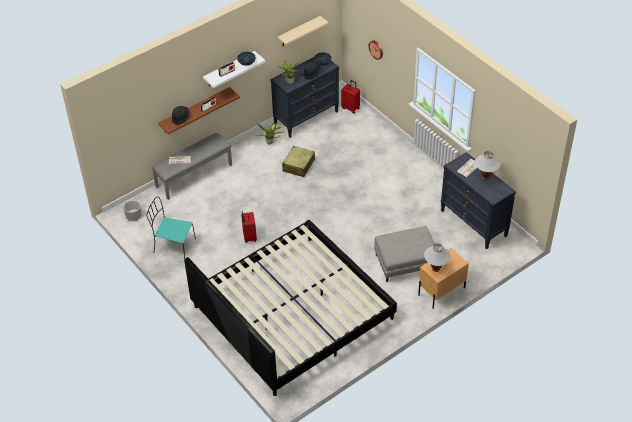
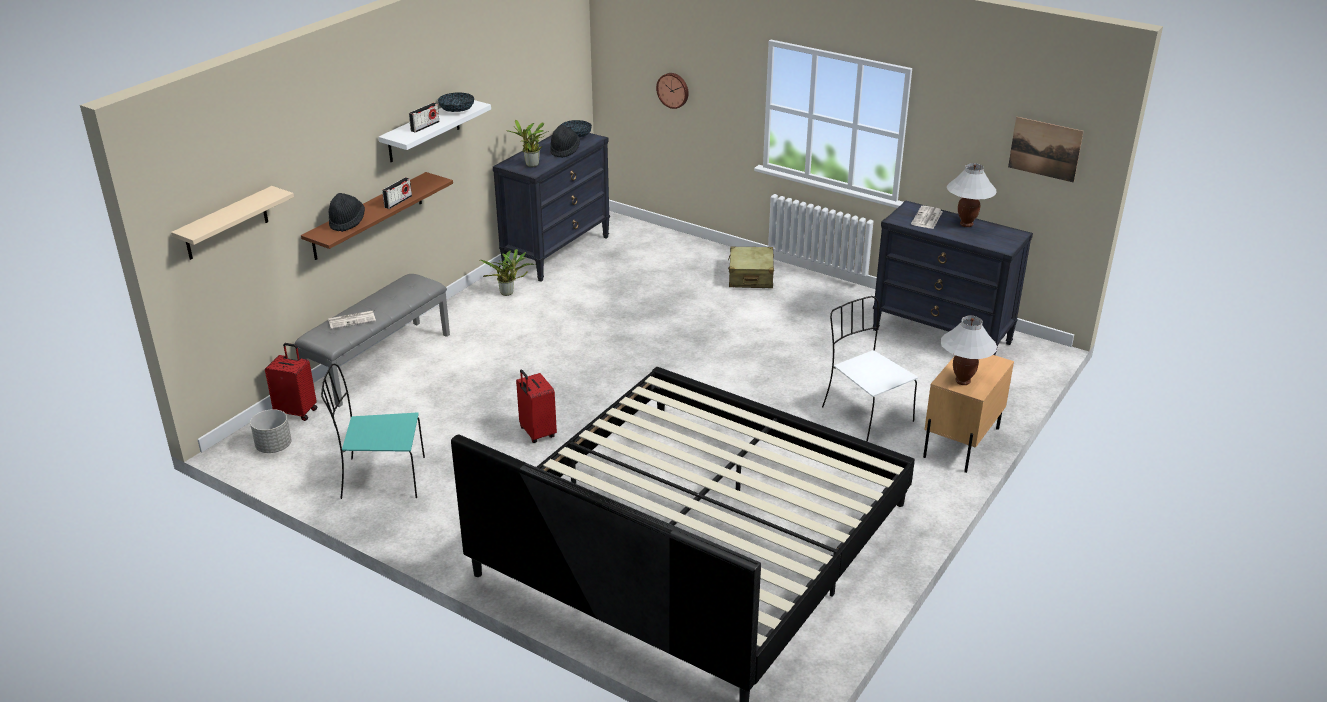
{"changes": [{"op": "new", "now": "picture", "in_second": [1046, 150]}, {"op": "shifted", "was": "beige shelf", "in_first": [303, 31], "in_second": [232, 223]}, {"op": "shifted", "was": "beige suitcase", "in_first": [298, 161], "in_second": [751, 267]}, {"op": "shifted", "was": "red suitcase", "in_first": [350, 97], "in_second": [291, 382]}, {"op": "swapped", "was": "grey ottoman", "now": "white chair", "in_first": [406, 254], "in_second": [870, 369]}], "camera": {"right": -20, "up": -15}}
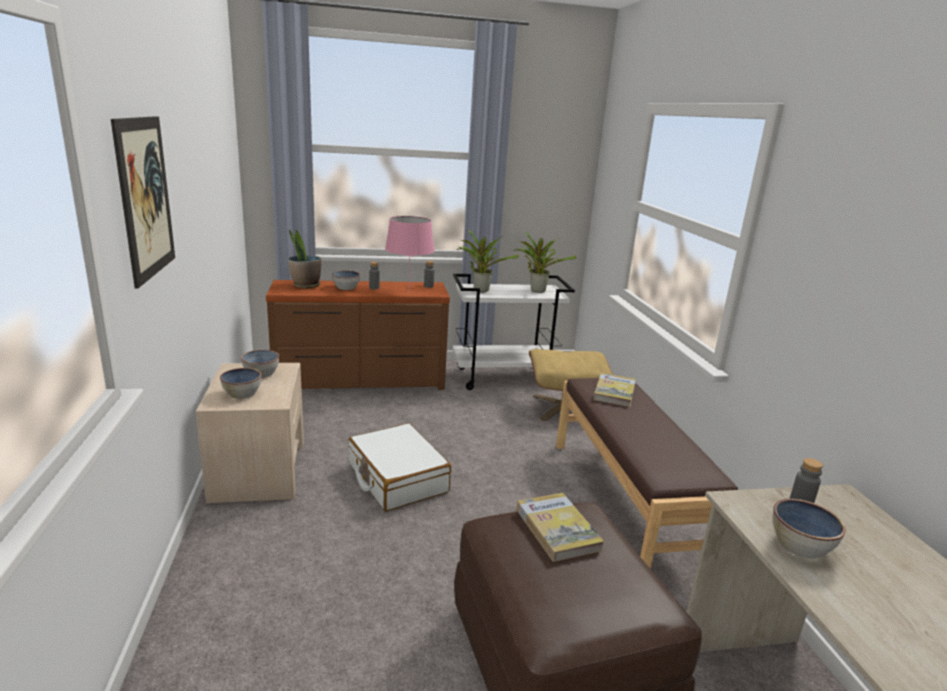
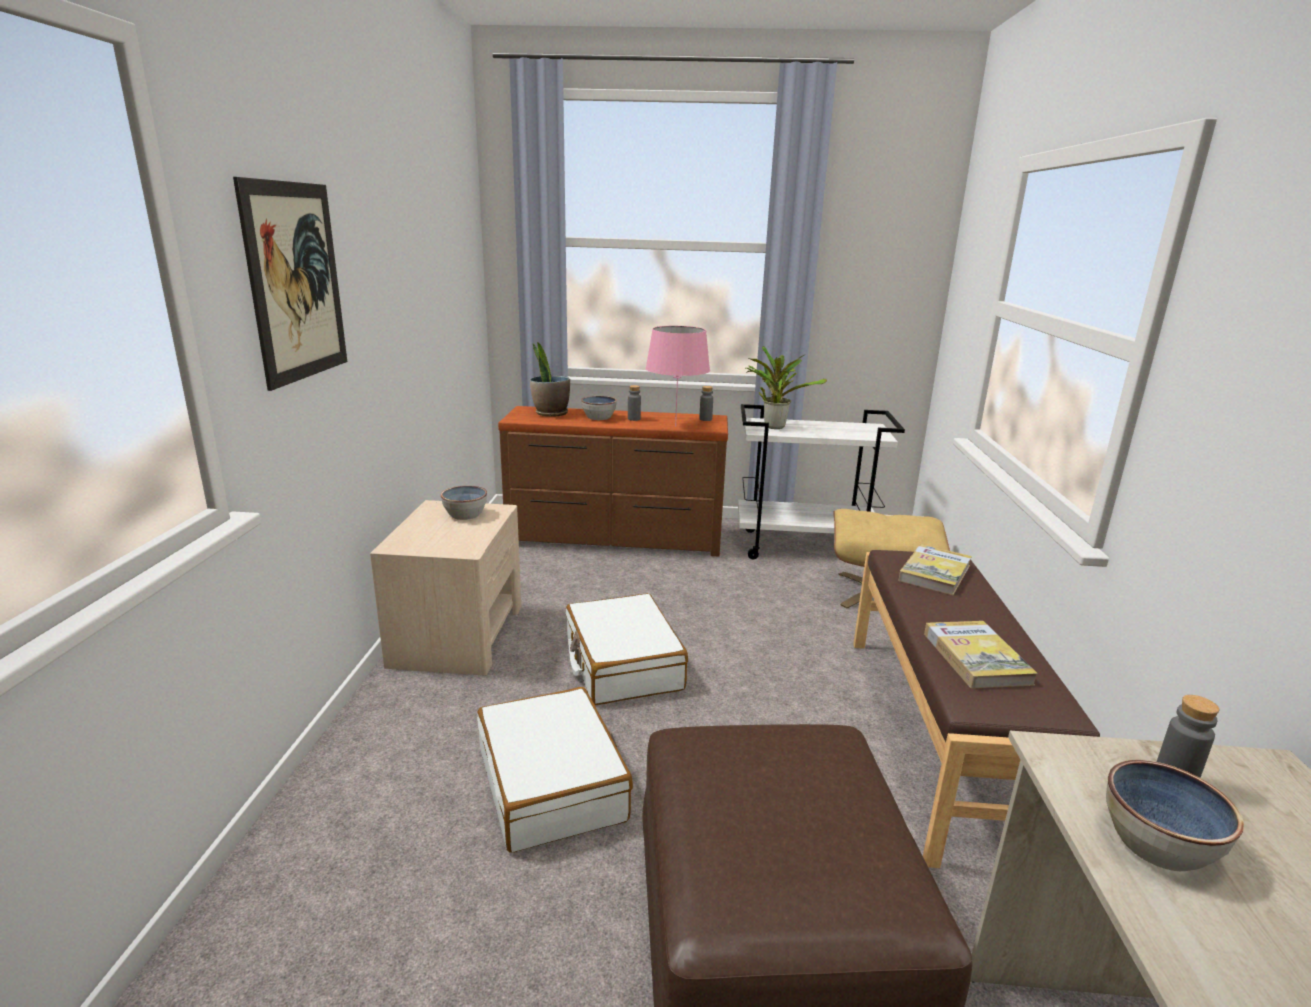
{"changes": [{"op": "gone", "was": "bowl", "in_first": [241, 383]}, {"op": "gone", "was": "potted plant", "in_first": [544, 262]}, {"op": "new", "now": "white suitcase", "in_second": [555, 770]}, {"op": "shifted", "was": "book", "in_first": [560, 527], "in_second": [981, 655]}], "camera": {"right": 15, "up": 0}}
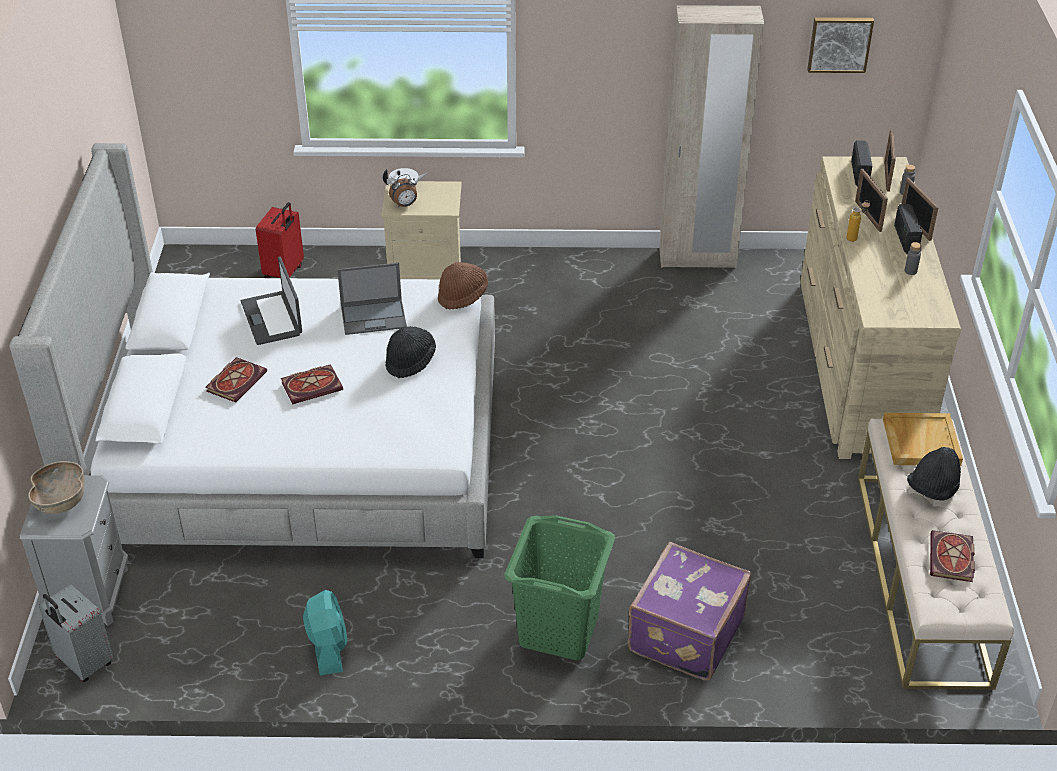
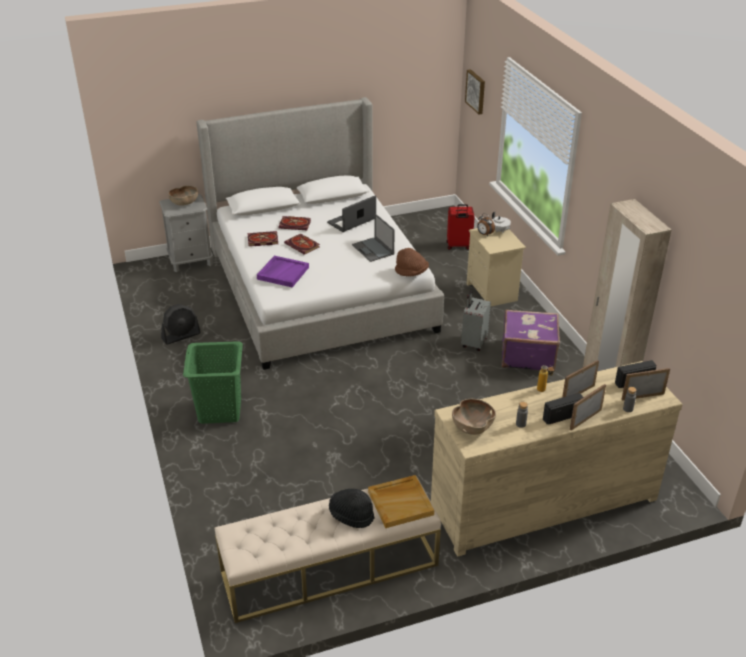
{"changes": [{"op": "gone", "was": "black hat", "in_first": [411, 352]}, {"op": "new", "now": "purple tray", "in_second": [283, 271]}, {"op": "new", "now": "brown bowl", "in_second": [474, 417]}, {"op": "shifted", "was": "grey suitcase", "in_first": [76, 633], "in_second": [476, 321]}, {"op": "shifted", "was": "purple suitcase", "in_first": [690, 611], "in_second": [531, 340]}, {"op": "shifted", "was": "picture", "in_first": [840, 45], "in_second": [475, 92]}, {"op": "shifted", "was": "book", "in_first": [952, 556], "in_second": [263, 238]}, {"op": "repainted", "was": "turquoise fan", "now": "black fan", "in_first": [325, 632], "in_second": [181, 324]}], "camera": {"right": 70, "up": -5}}
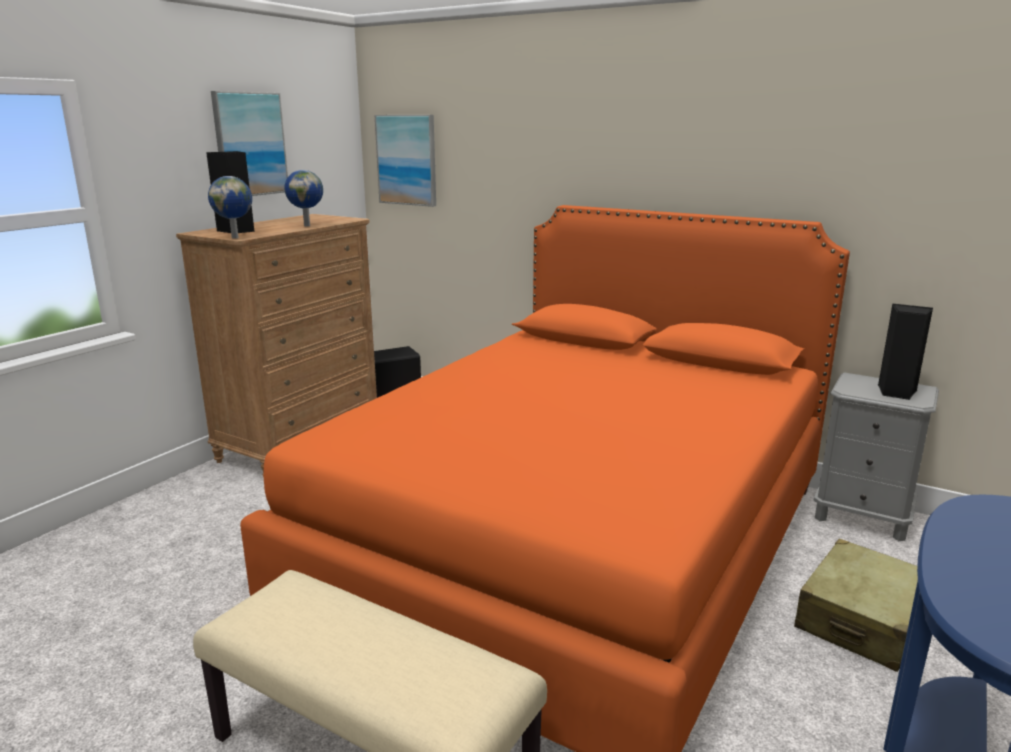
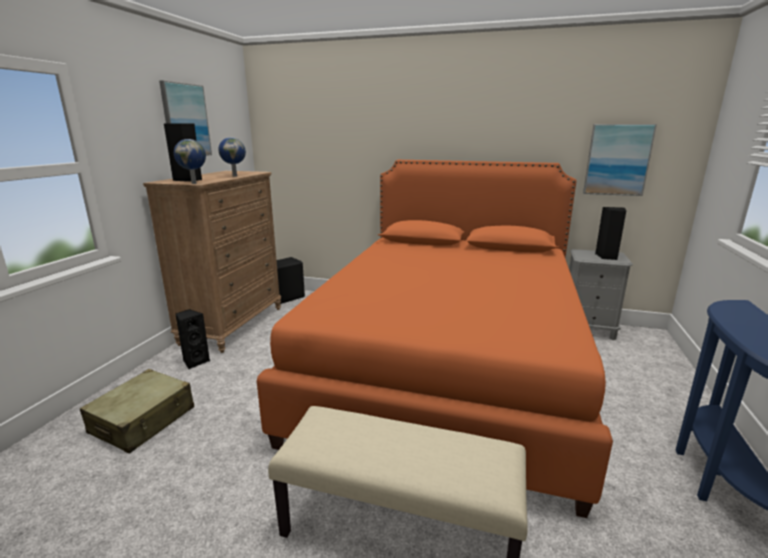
{"changes": [{"op": "new", "now": "black speaker", "in_second": [192, 339]}, {"op": "shifted", "was": "picture", "in_first": [405, 161], "in_second": [620, 160]}, {"op": "shifted", "was": "beige suitcase", "in_first": [856, 605], "in_second": [136, 411]}], "camera": {"right": -15, "up": 0}}
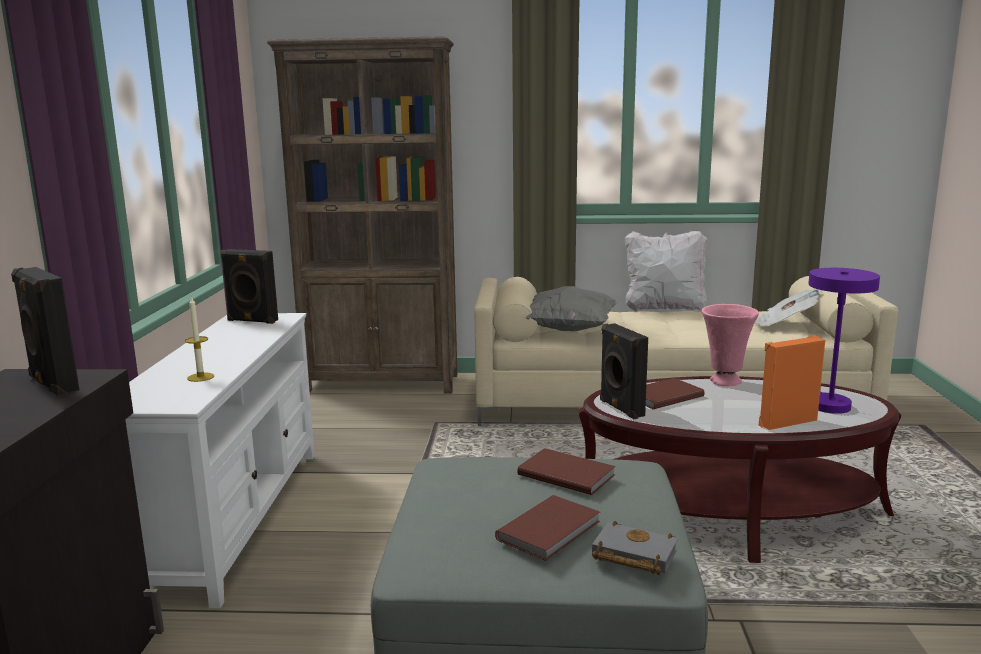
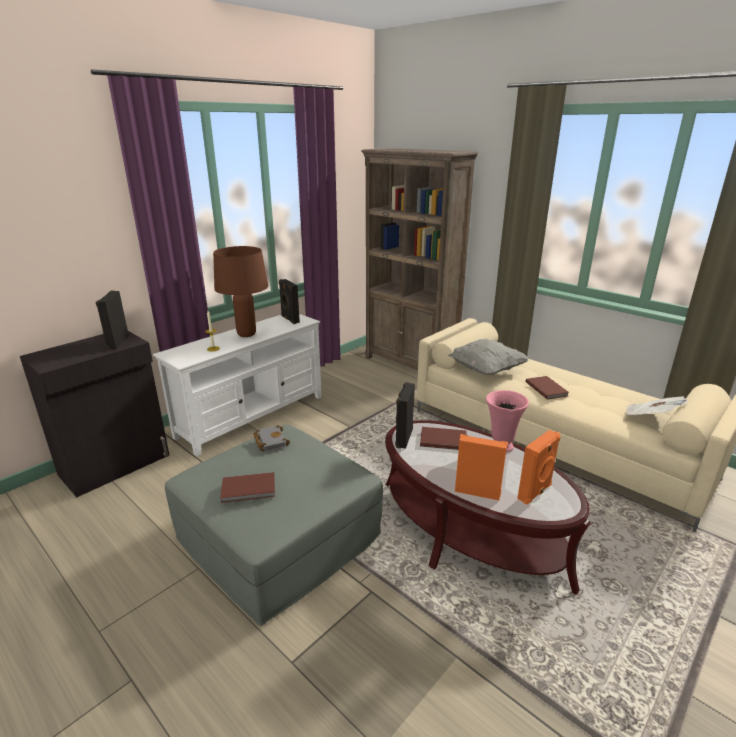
{"changes": [{"op": "gone", "was": "white pillow", "in_first": [666, 271]}, {"op": "new", "now": "brown table lamp", "in_second": [240, 291]}, {"op": "shifted", "was": "brown book", "in_first": [566, 471], "in_second": [547, 388]}, {"op": "shifted", "was": "grey book", "in_first": [635, 548], "in_second": [271, 438]}, {"op": "swapped", "was": "purple table lamp", "now": "orange speaker", "in_first": [844, 341], "in_second": [538, 467]}], "camera": {"right": 40, "up": 10}}
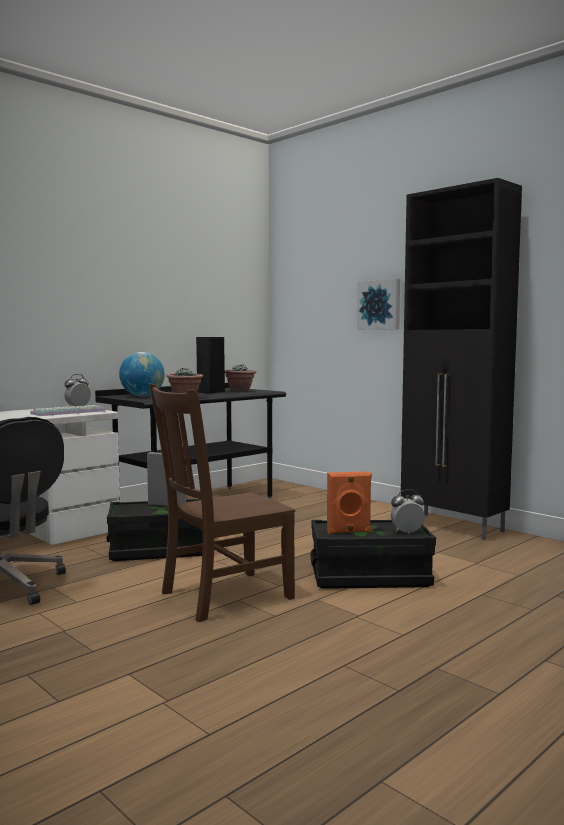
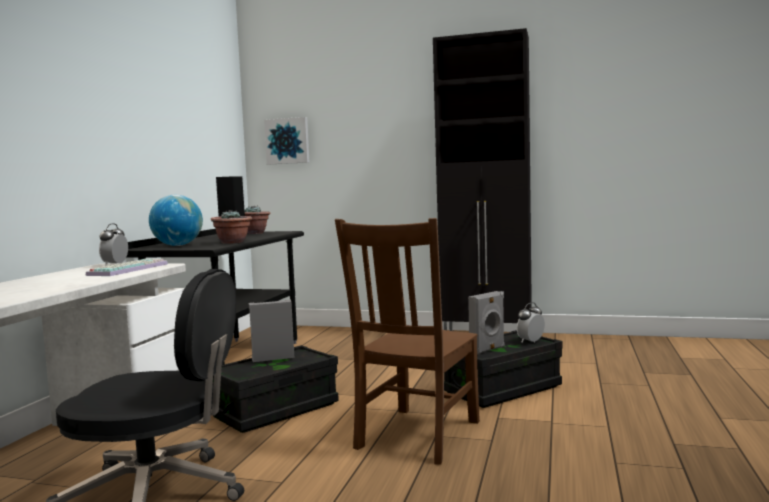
{"changes": [{"op": "shifted", "was": "picture", "in_first": [378, 304], "in_second": [286, 140]}, {"op": "repainted", "was": "orange speaker", "now": "grey speaker", "in_first": [349, 502], "in_second": [486, 323]}], "camera": {"right": -30, "up": 0}}
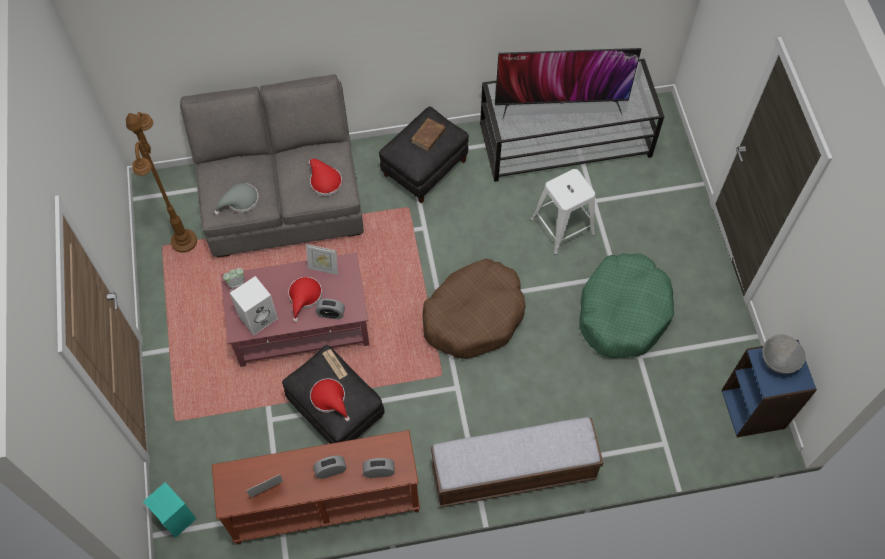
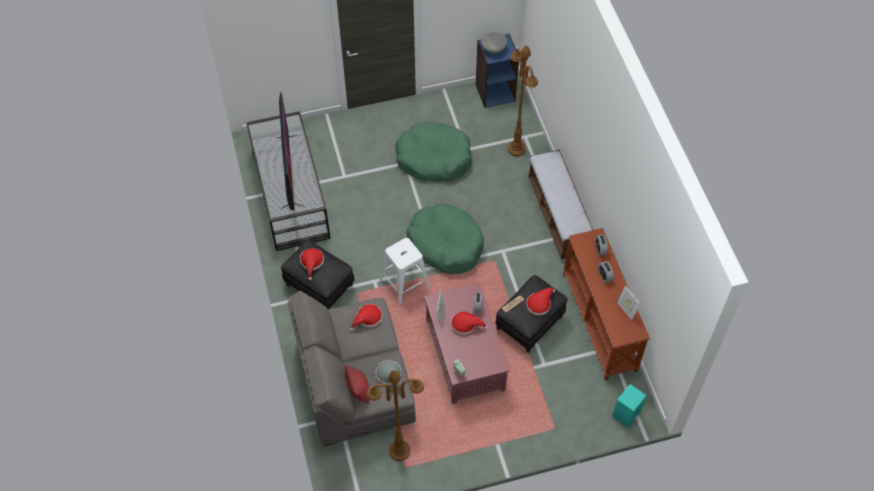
{"changes": [{"op": "gone", "was": "white speaker", "in_first": [254, 305]}, {"op": "new", "now": "red pillow", "in_second": [357, 384]}, {"op": "new", "now": "brown floor lamp", "in_second": [523, 100]}, {"op": "shifted", "was": "white stool", "in_first": [562, 212], "in_second": [405, 271]}, {"op": "swapped", "was": "brown book", "now": "red hat", "in_first": [428, 134], "in_second": [312, 264]}, {"op": "repainted", "was": "brown dog bed", "now": "green dog bed", "in_first": [474, 309], "in_second": [445, 239]}], "camera": {"right": -95, "up": -5}}
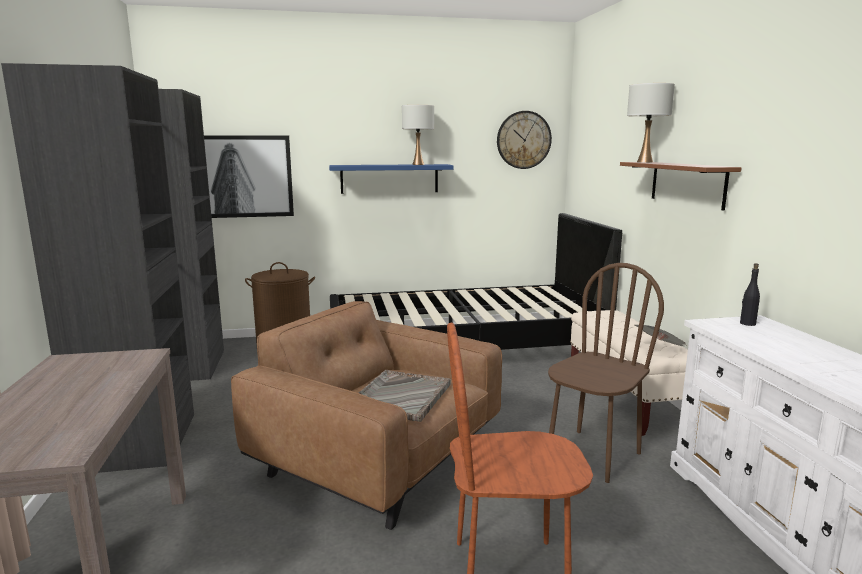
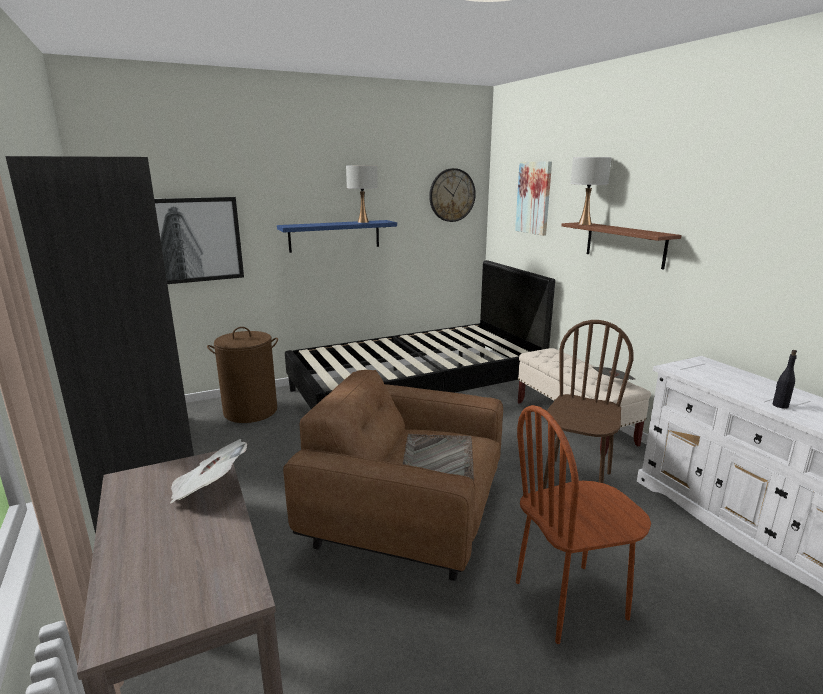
{"changes": [{"op": "new", "now": "newspaper", "in_second": [208, 471]}, {"op": "new", "now": "picture", "in_second": [533, 198]}, {"op": "shifted", "was": "black bottle", "in_first": [750, 294], "in_second": [784, 379]}], "camera": {"right": -15, "up": 5}}
